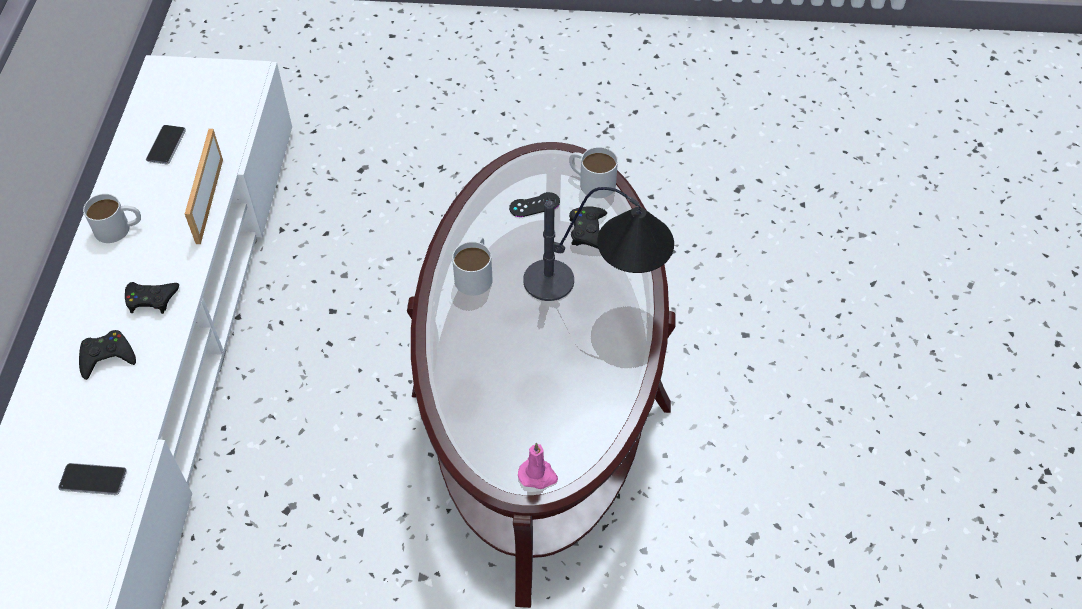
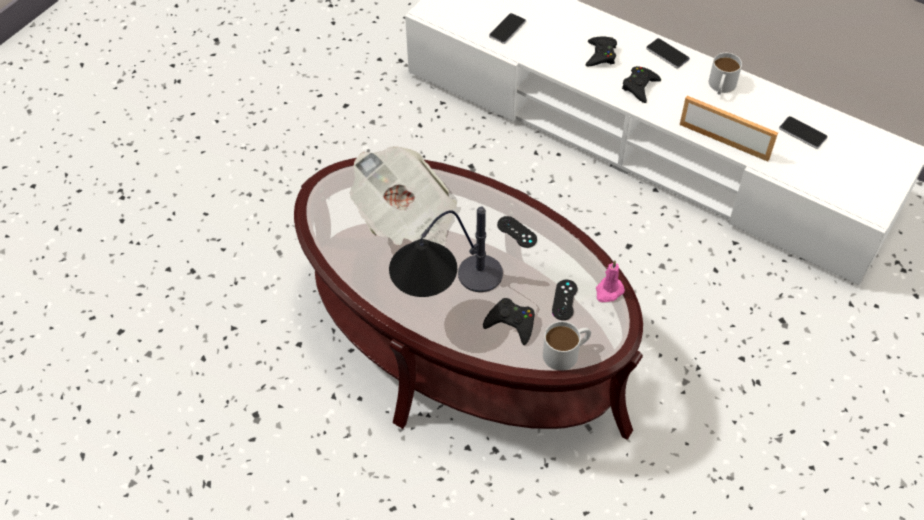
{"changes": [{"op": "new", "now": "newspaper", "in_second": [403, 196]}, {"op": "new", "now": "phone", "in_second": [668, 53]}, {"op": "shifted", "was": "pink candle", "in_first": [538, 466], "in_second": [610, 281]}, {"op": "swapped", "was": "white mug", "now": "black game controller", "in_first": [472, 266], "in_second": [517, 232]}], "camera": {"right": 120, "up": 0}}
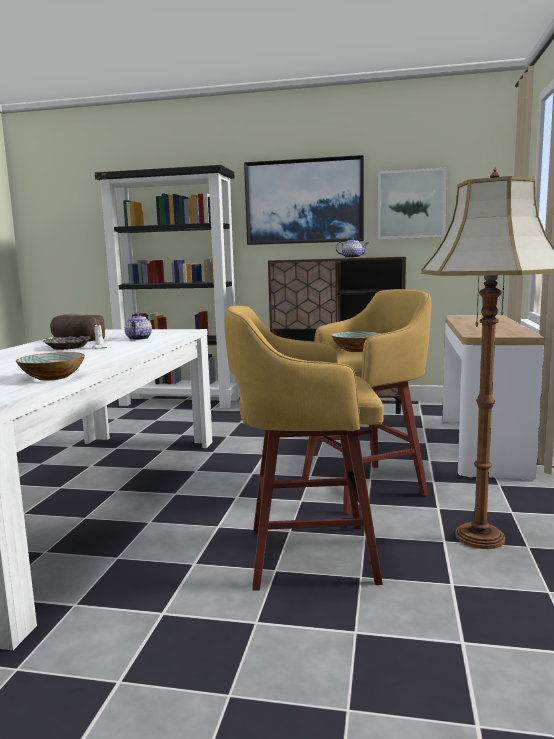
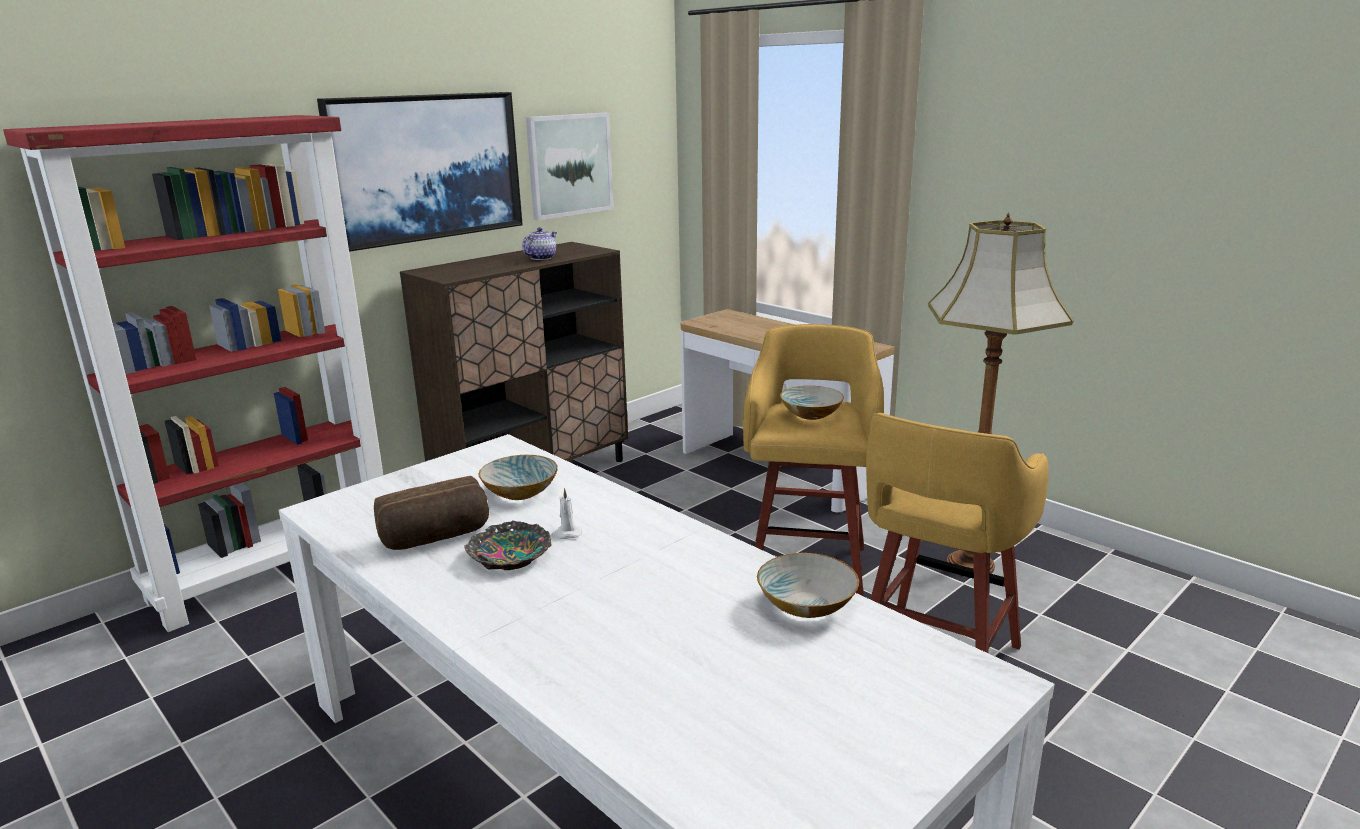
{"changes": [{"op": "swapped", "was": "teapot", "now": "bowl", "in_first": [138, 326], "in_second": [518, 477]}, {"op": "repainted", "was": "black bookcase", "now": "red bookcase", "in_first": [167, 286], "in_second": [193, 373]}], "camera": {"right": -55, "up": 10}}
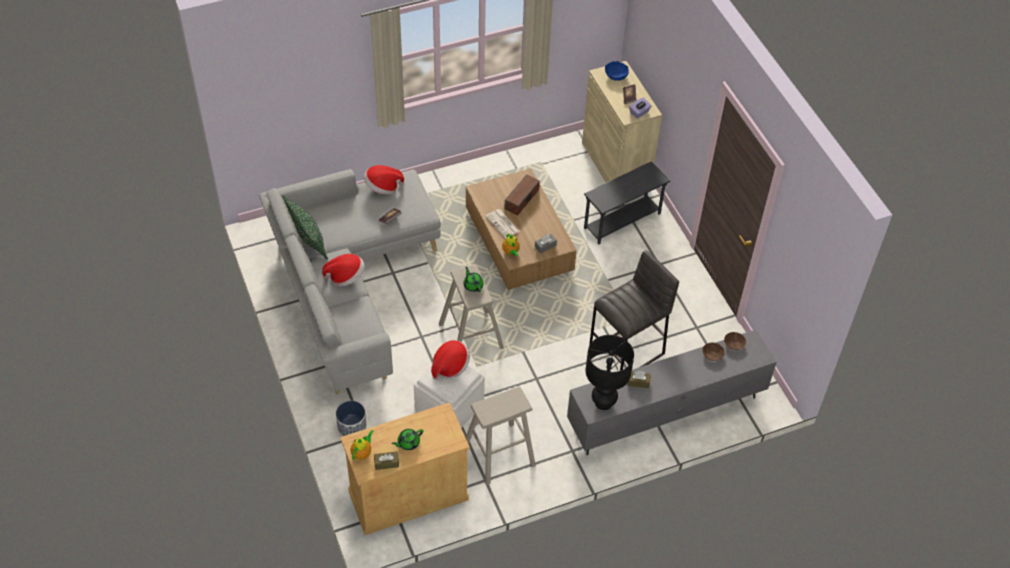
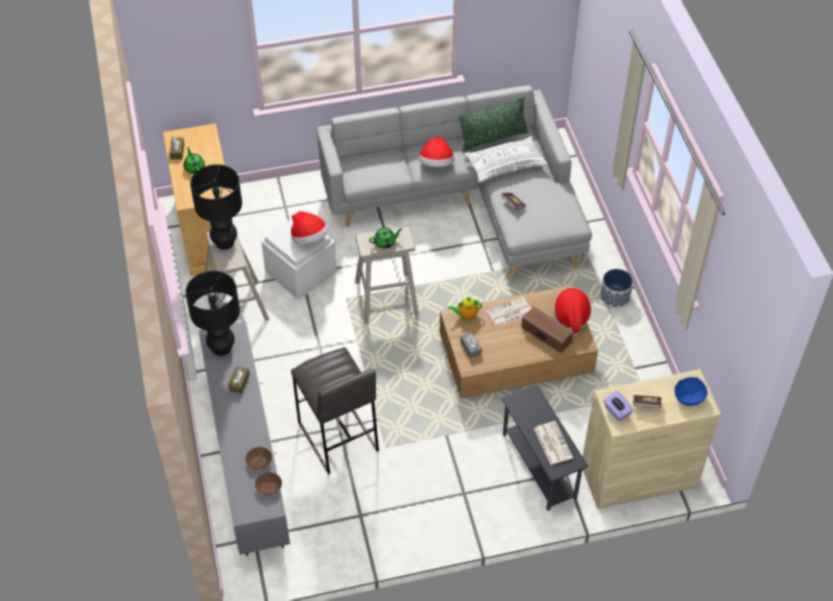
{"changes": [{"op": "gone", "was": "teapot", "in_first": [362, 445]}, {"op": "new", "now": "black table lamp", "in_second": [216, 207]}, {"op": "new", "now": "white pillow", "in_second": [506, 159]}, {"op": "new", "now": "newspaper", "in_second": [553, 443]}, {"op": "shifted", "was": "planter", "in_first": [351, 418], "in_second": [616, 288]}, {"op": "shifted", "was": "hat", "in_first": [384, 180], "in_second": [572, 311]}], "camera": {"right": 100, "up": 0}}
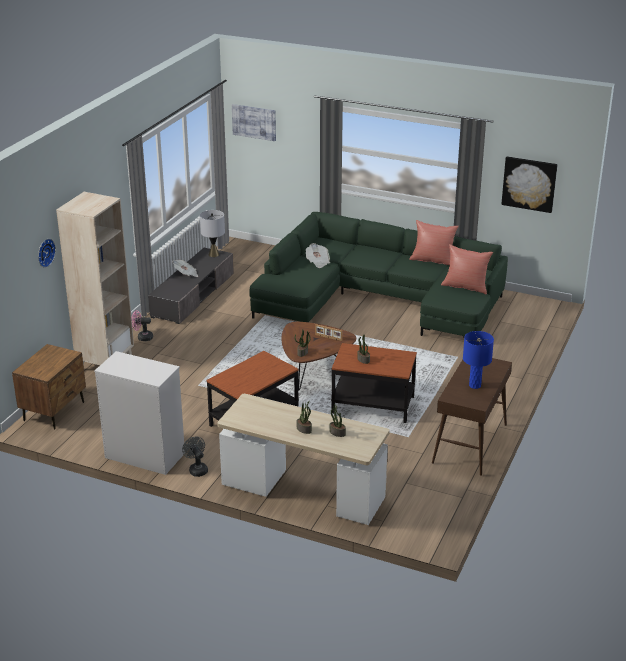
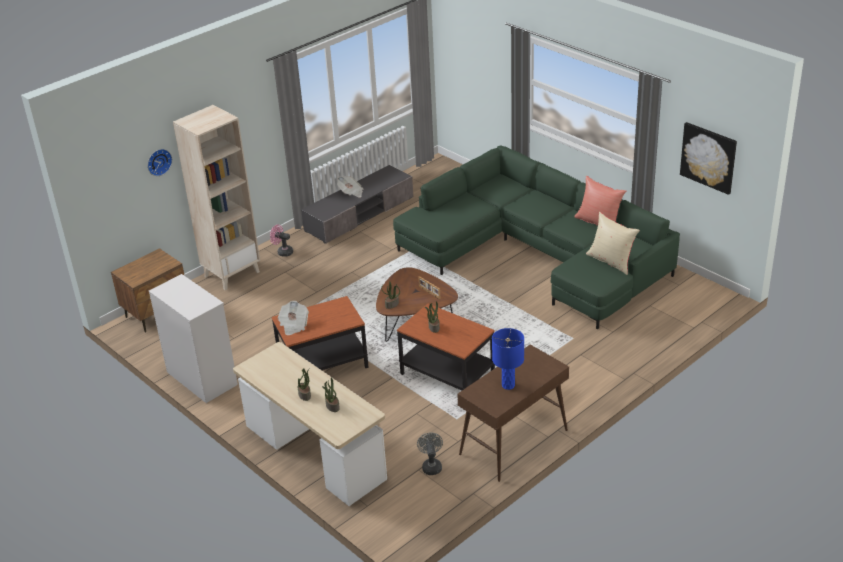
{"changes": [{"op": "gone", "was": "grey table lamp", "in_first": [212, 233]}, {"op": "gone", "was": "picture", "in_first": [254, 122]}, {"op": "shifted", "was": "grey fan", "in_first": [195, 457], "in_second": [430, 454]}, {"op": "shifted", "was": "newspaper", "in_first": [318, 255], "in_second": [293, 318]}, {"op": "repainted", "was": "red pillow", "now": "beige pillow", "in_first": [467, 269], "in_second": [613, 243]}], "camera": {"right": 25, "up": 5}}
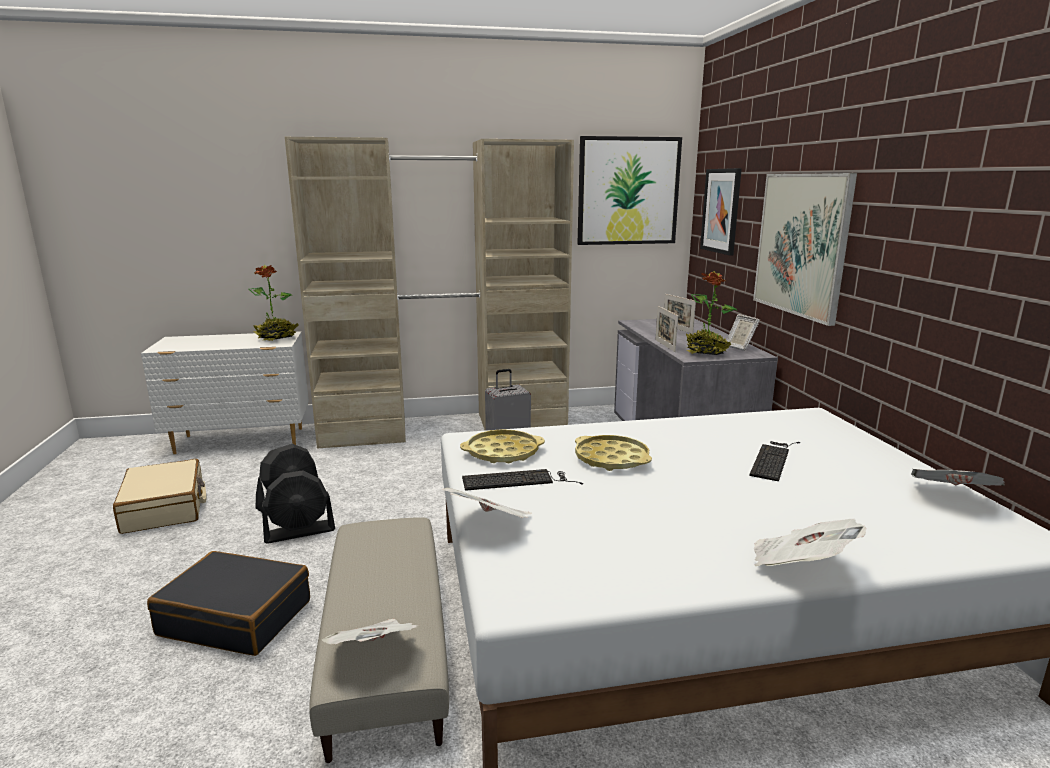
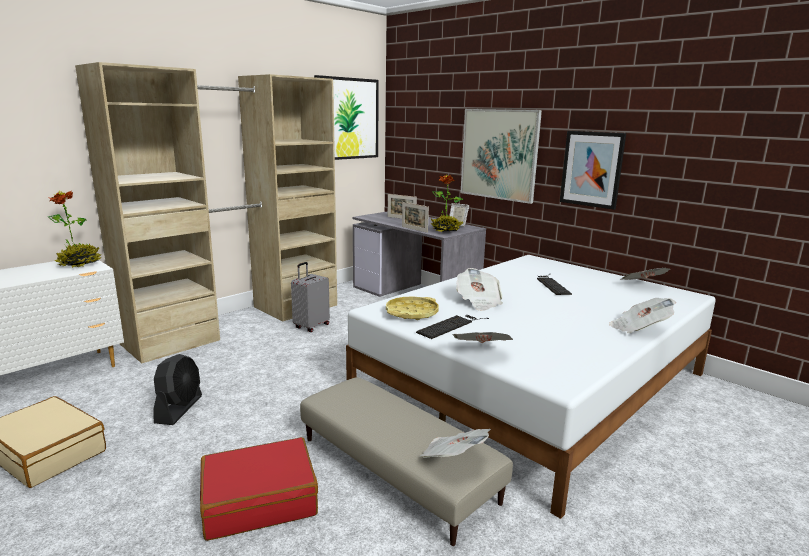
{"changes": [{"op": "gone", "was": "black fan", "in_first": [298, 507]}, {"op": "shifted", "was": "picture", "in_first": [721, 212], "in_second": [593, 170]}, {"op": "swapped", "was": "yellow tray", "now": "newspaper", "in_first": [613, 453], "in_second": [479, 289]}, {"op": "repainted", "was": "black suitcase", "now": "red suitcase", "in_first": [228, 603], "in_second": [259, 489]}], "camera": {"right": -35, "up": 0}}
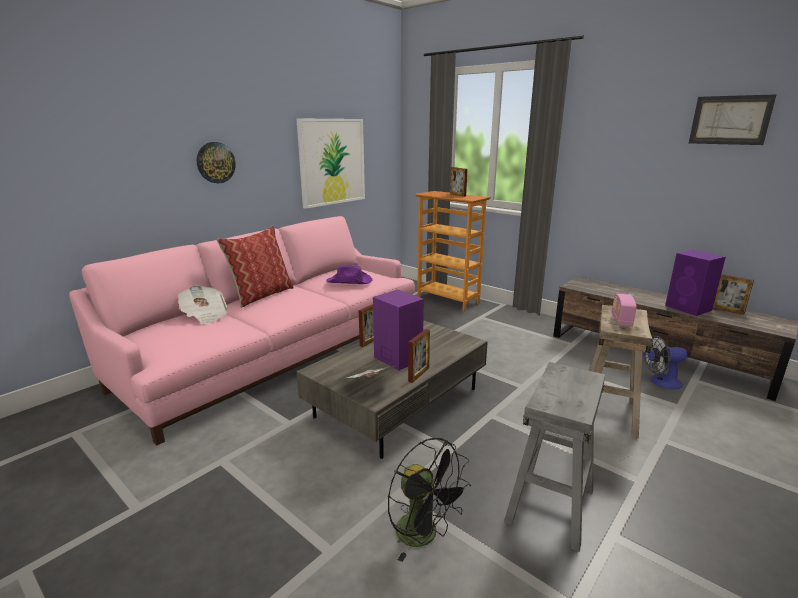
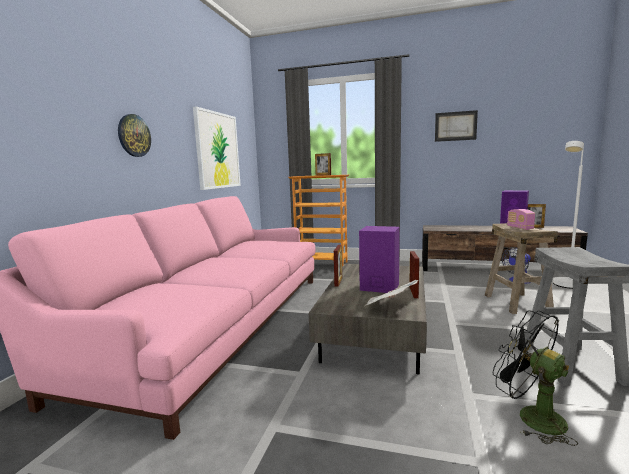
{"changes": [{"op": "gone", "was": "newspaper", "in_first": [203, 305]}, {"op": "gone", "was": "pillow", "in_first": [255, 267]}, {"op": "gone", "was": "purple hat", "in_first": [349, 274]}, {"op": "new", "now": "white floor lamp", "in_second": [568, 215]}, {"op": "shifted", "was": "picture", "in_first": [732, 119], "in_second": [456, 126]}, {"op": "rotated", "was": "black fan", "in_first": [429, 500], "in_second": [535, 378], "clockwise": -150}], "camera": {"right": -25, "up": -10}}
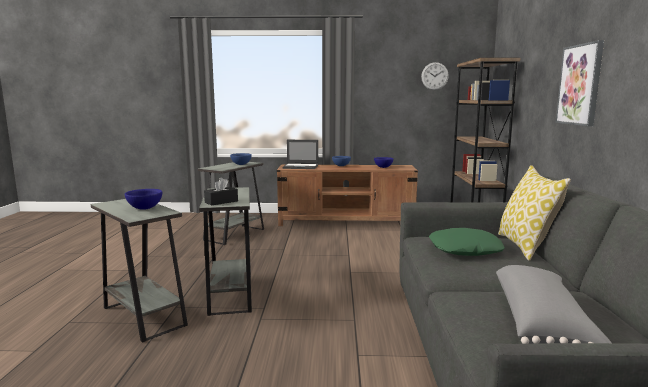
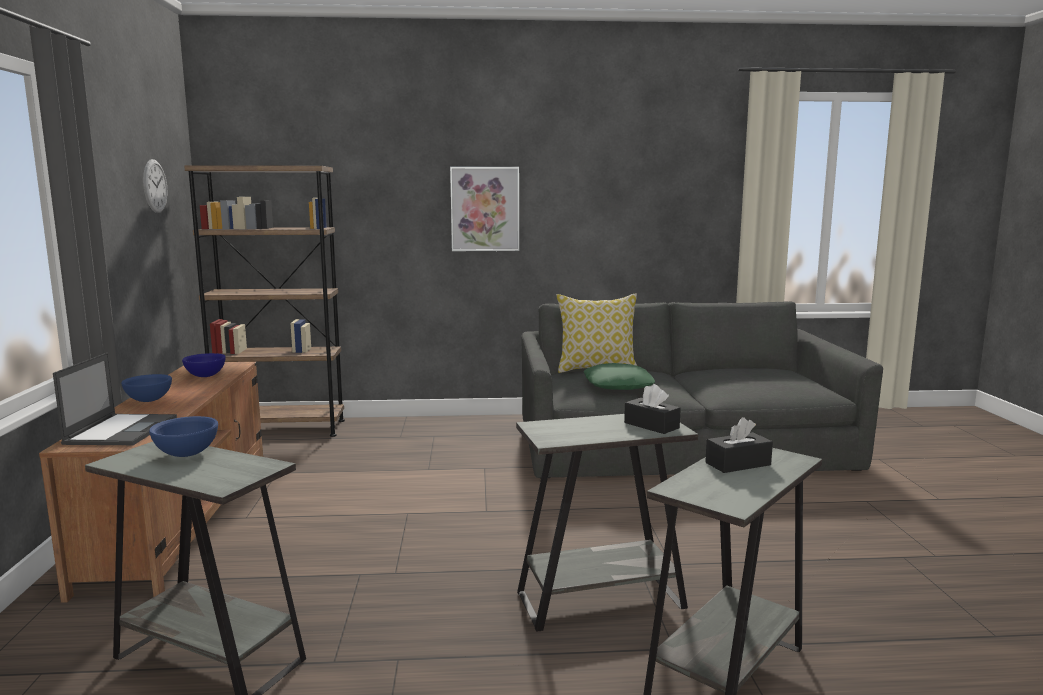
{"changes": [{"op": "gone", "was": "grey pillow", "in_first": [554, 304]}, {"op": "swapped", "was": "blue bowl", "now": "black tissue box", "in_first": [143, 199], "in_second": [739, 445]}], "camera": {"right": -95, "up": 0}}
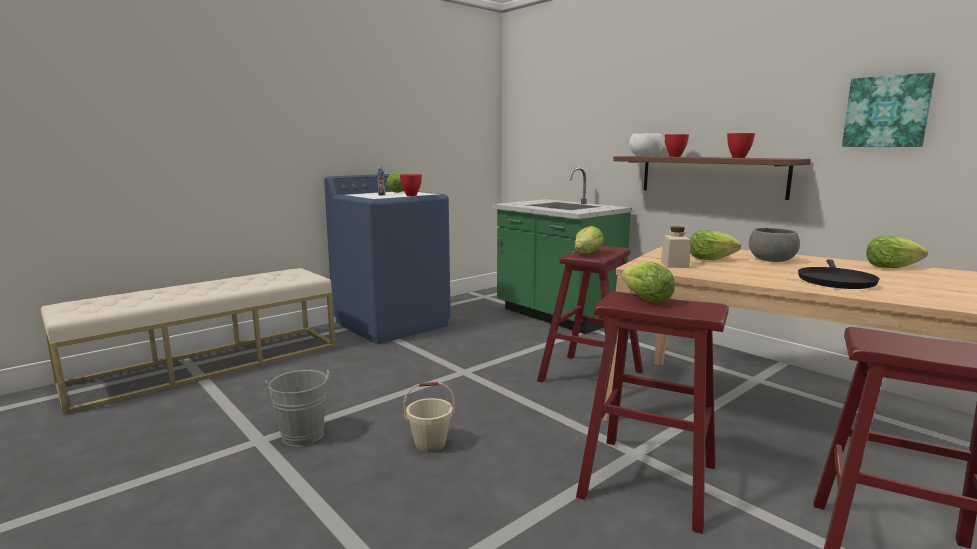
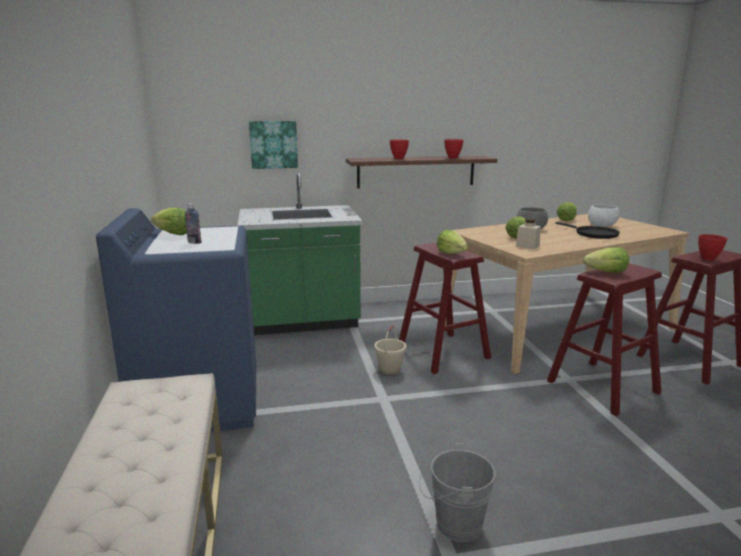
{"changes": [{"op": "shifted", "was": "red bowl", "in_first": [411, 185], "in_second": [712, 247]}, {"op": "shifted", "was": "beige bucket", "in_first": [429, 417], "in_second": [390, 350]}, {"op": "shifted", "was": "white bowl", "in_first": [646, 144], "in_second": [604, 215]}, {"op": "shifted", "was": "picture", "in_first": [888, 109], "in_second": [273, 145]}], "camera": {"right": -60, "up": 5}}
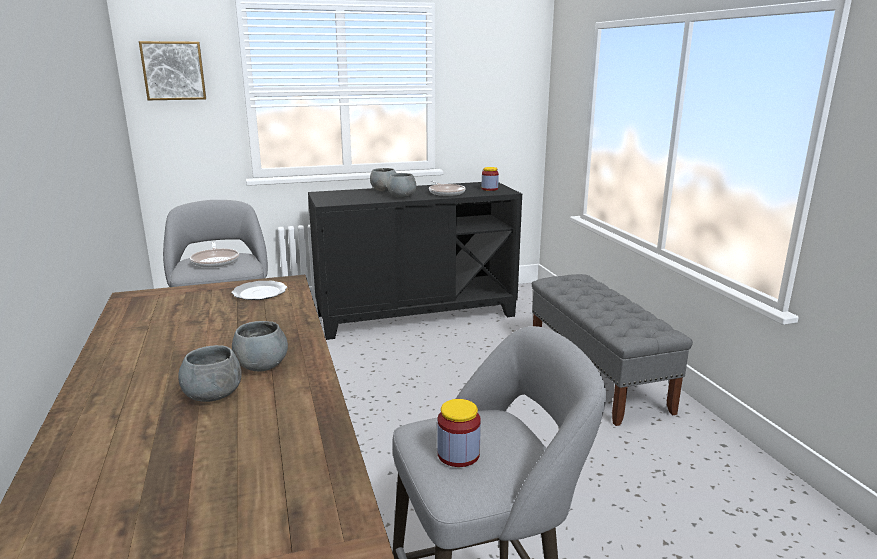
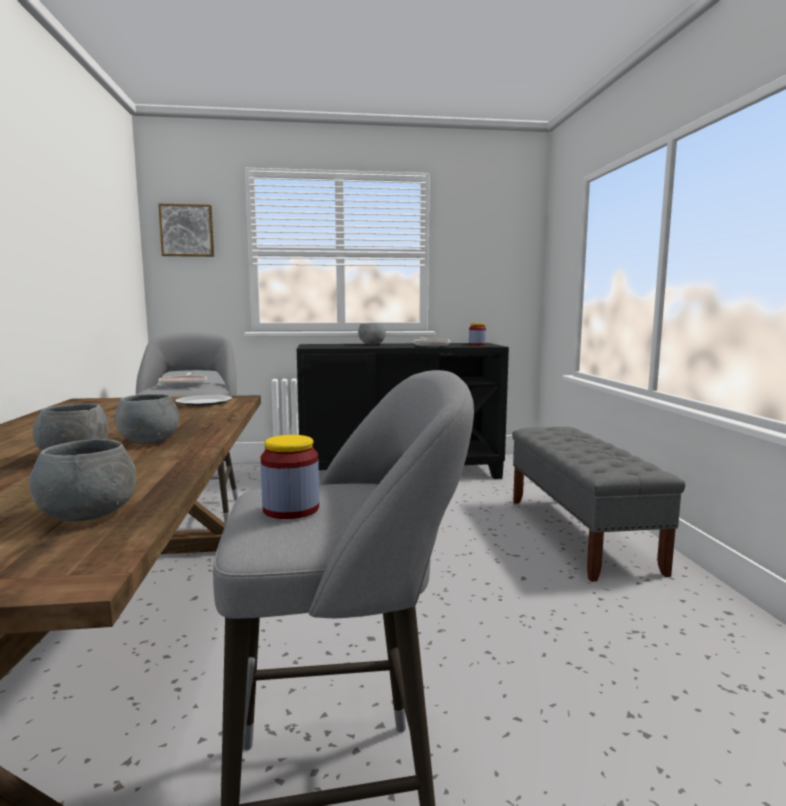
{"changes": [{"op": "shifted", "was": "grey bowl", "in_first": [401, 185], "in_second": [82, 480]}], "camera": {"right": 10, "up": -10}}
